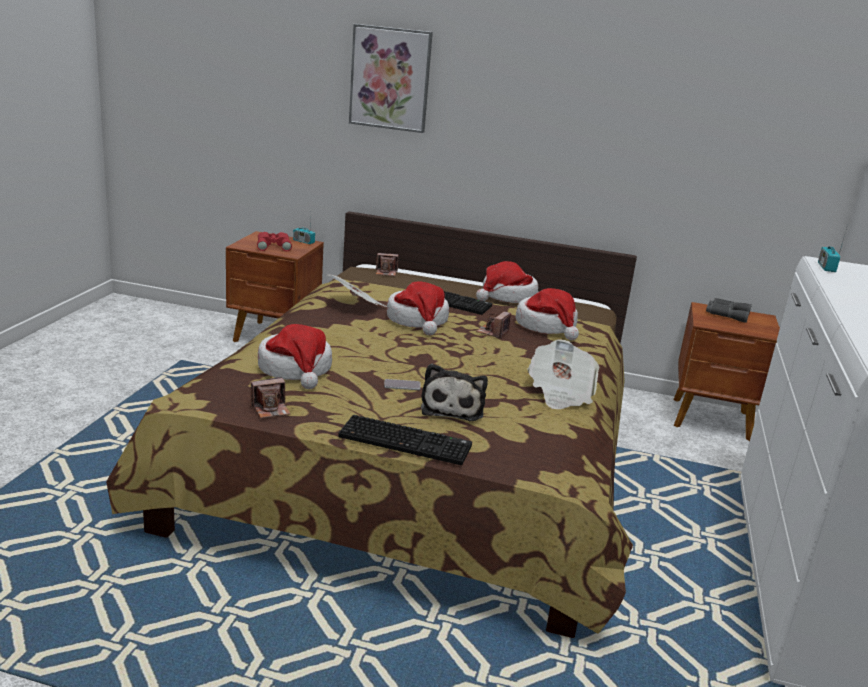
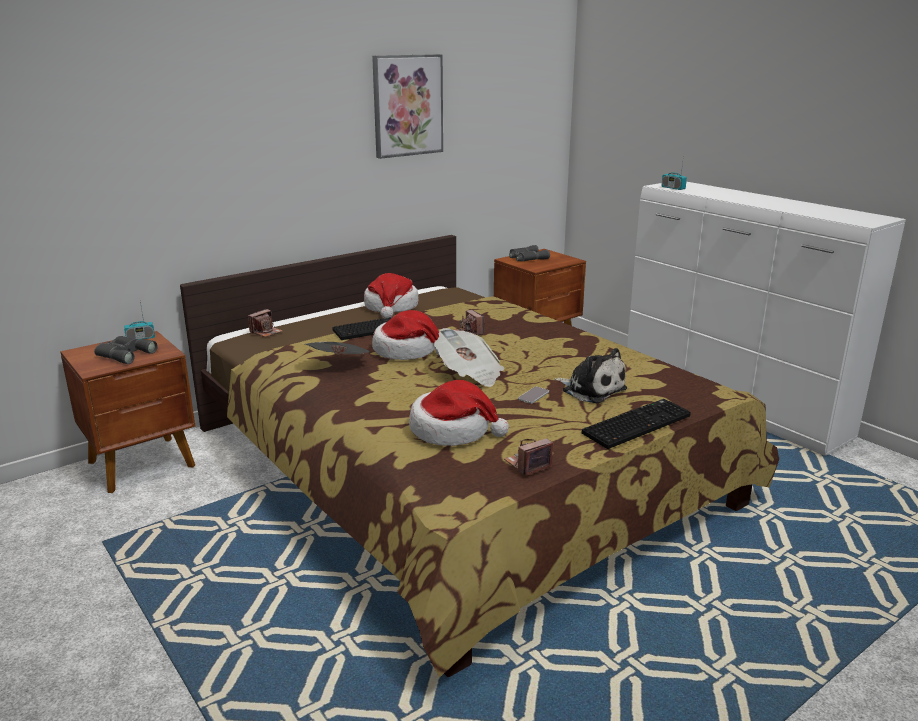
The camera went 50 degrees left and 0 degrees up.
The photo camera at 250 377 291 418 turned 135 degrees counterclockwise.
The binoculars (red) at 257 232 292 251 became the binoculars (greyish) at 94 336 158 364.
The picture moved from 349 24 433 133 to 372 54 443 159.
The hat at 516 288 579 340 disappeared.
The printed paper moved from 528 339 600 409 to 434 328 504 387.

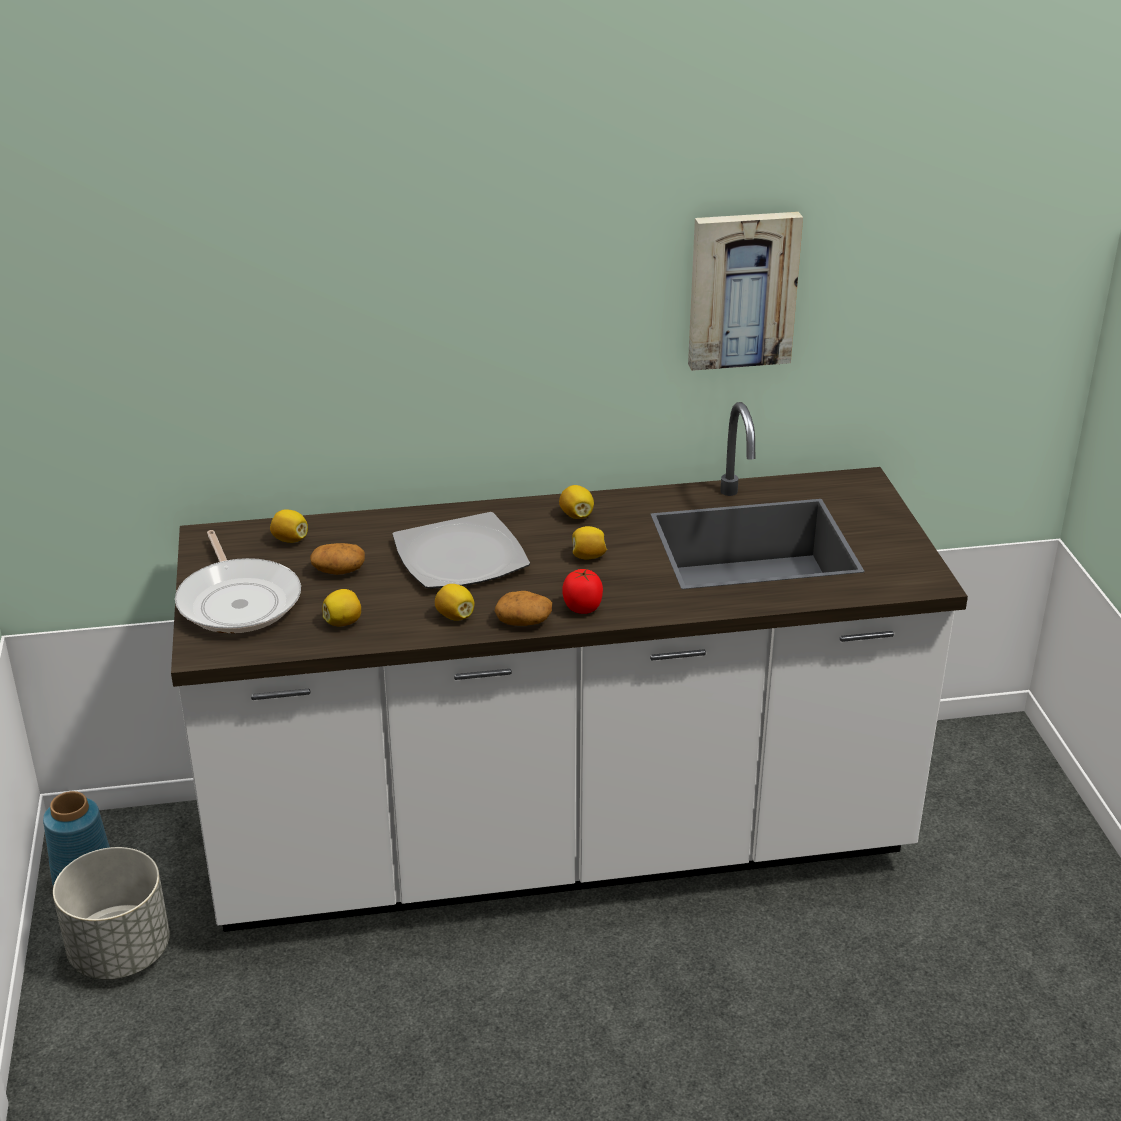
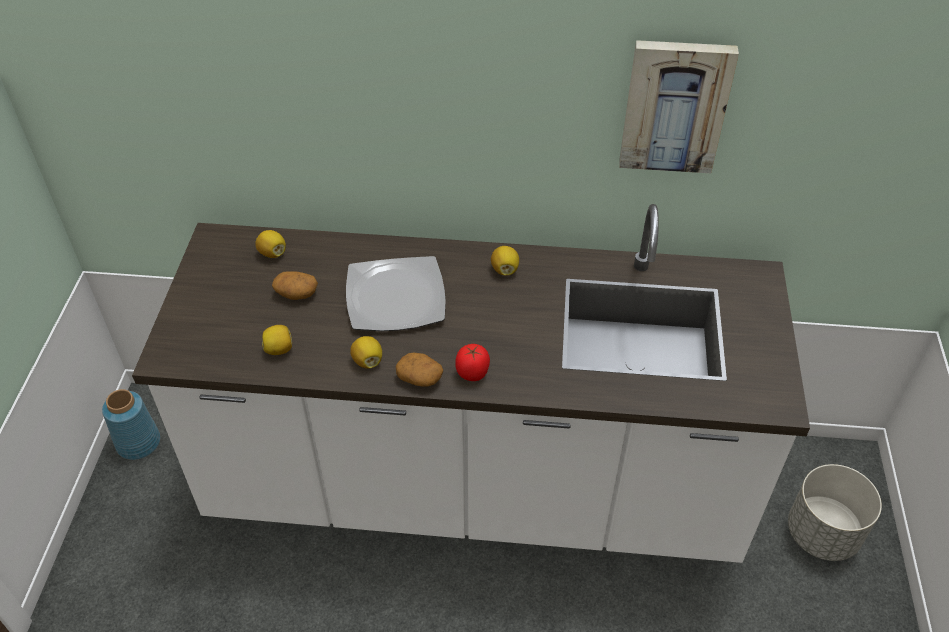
The camera went 15 degrees right and 15 degrees up.
The plant pot (greyish) moved from 53 847 170 979 to 788 464 882 561.
The frying pan at 175 530 301 633 disappeared.
The whole lemon at 572 526 607 560 disappeared.

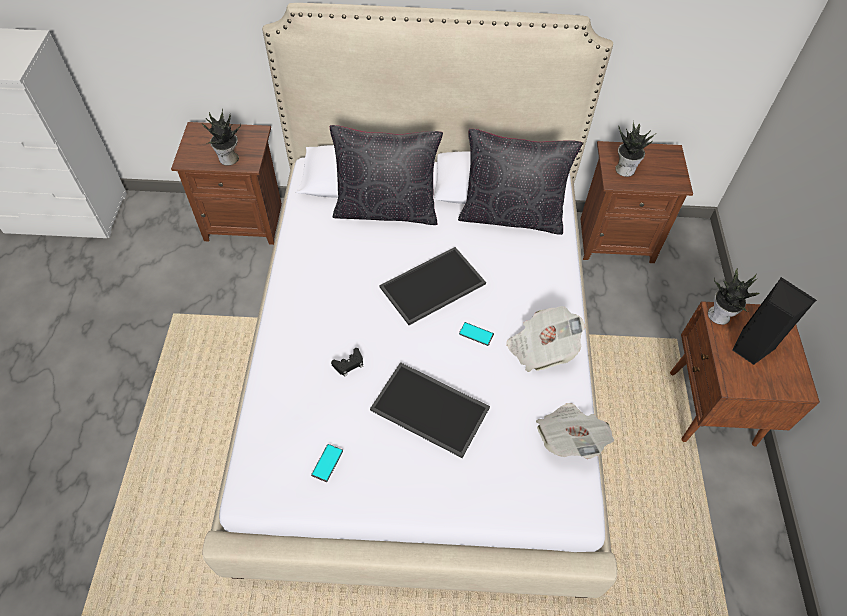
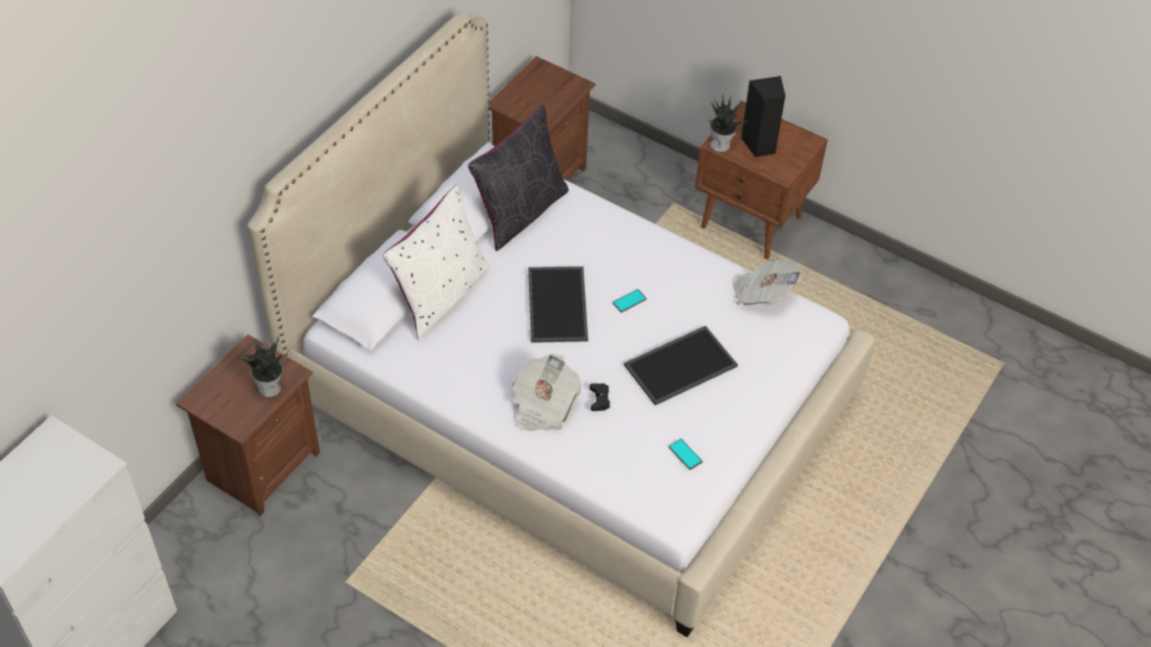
The camera went 60 degrees left and 5 degrees down.
The throw pillow (black-coloured) at 330 125 443 225 became the throw pillow (white) at 383 184 490 340.
The printed paper moved from 506 306 586 372 to 513 354 581 431.
The potted plant at 615 122 657 177 disappeared.

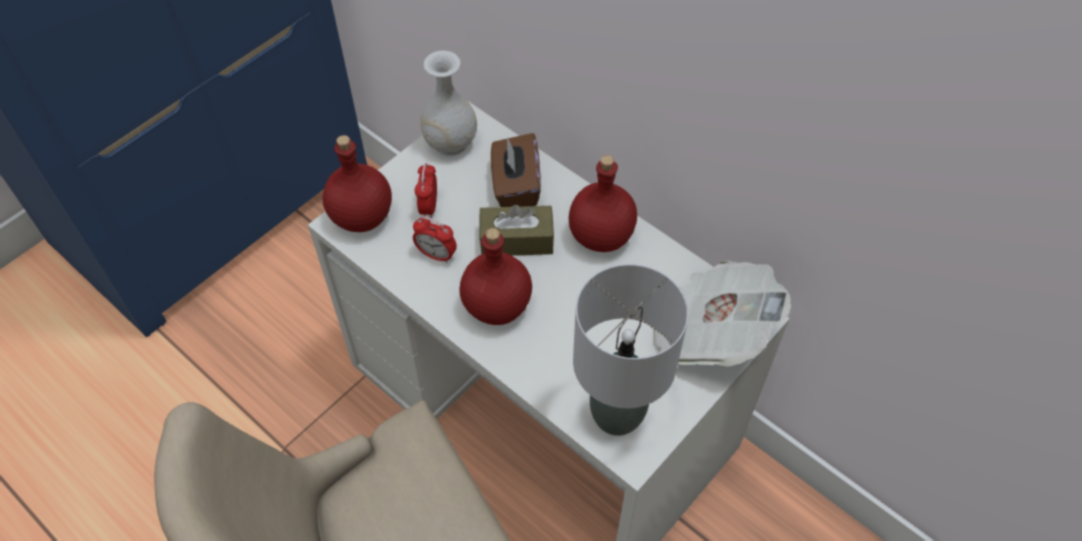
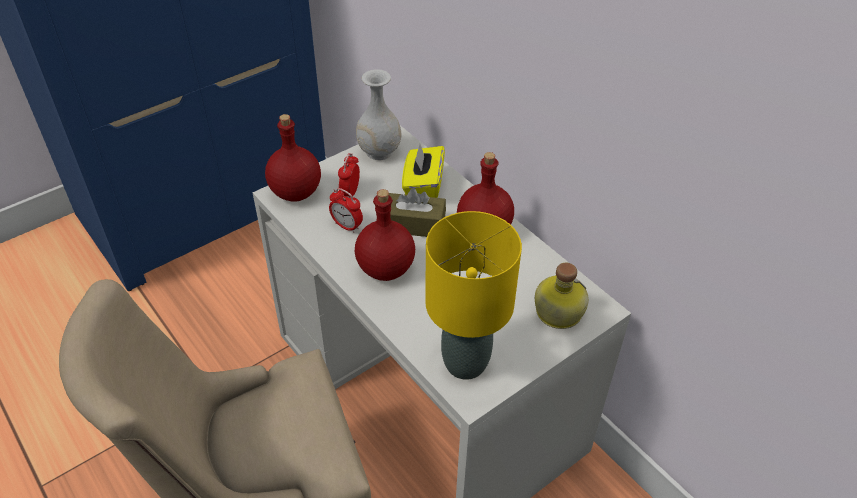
The camera went 10 degrees right and 10 degrees down.
The box of tissues (brown) at 491 133 541 207 became the box of tissues (yellow) at 402 144 445 198.
The table lamp (greyish) at 573 264 688 436 became the table lamp (yellow) at 425 211 522 380.
The printed paper at 653 261 791 367 was replaced by the beverage bottle at 535 262 589 329.

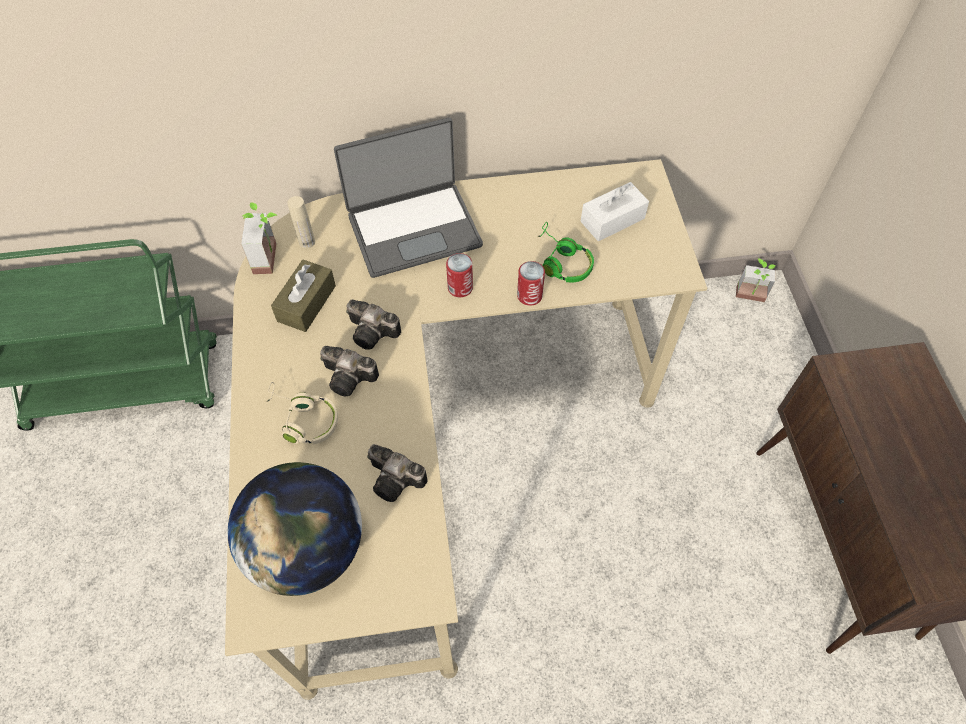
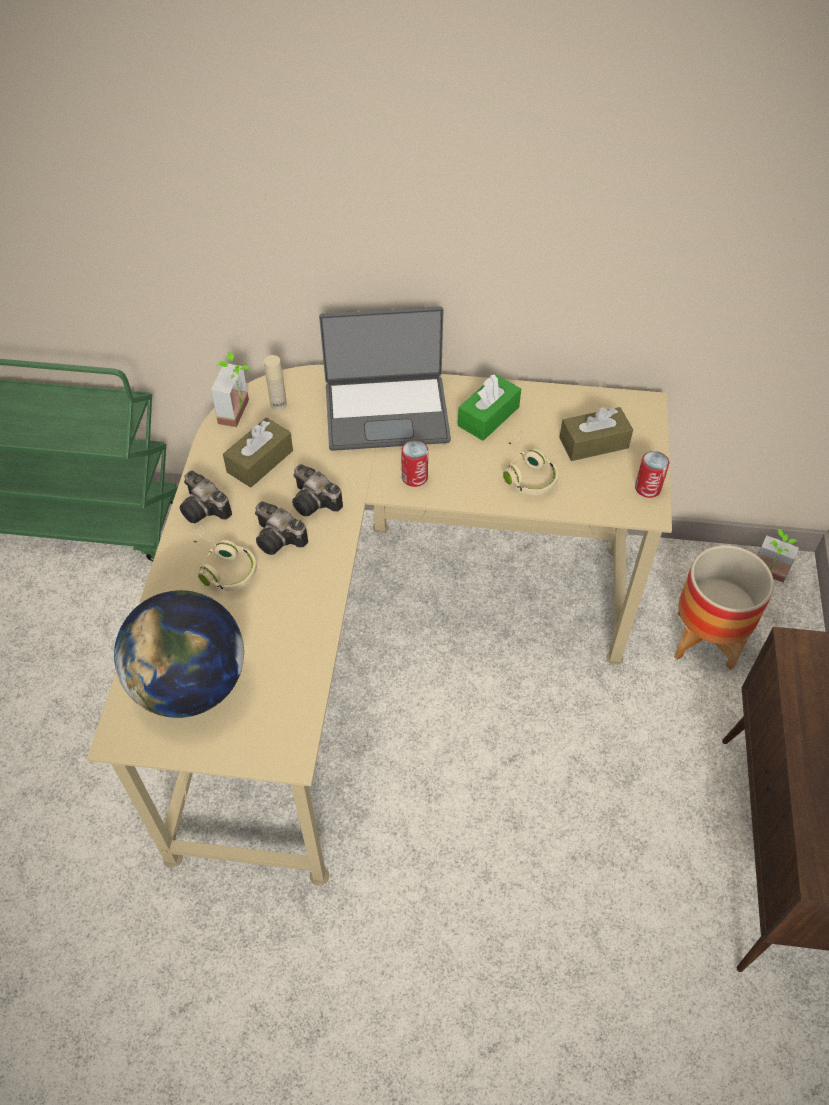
The camera went 15 degrees right and 5 degrees down.
The photo camera moved from 367 444 428 502 to 180 471 232 523.
The metal can moved from 517 261 545 306 to 635 451 669 498.
The pair of headphones (green) at 538 222 594 282 became the pair of headphones (beige-coloured) at 503 430 558 495.
The box of tissues (white) at 580 182 649 241 became the box of tissues (brown) at 559 407 633 461.
The box of tissues (green) at 458 374 521 441 appeared.
The plant pot at 674 545 774 670 appeared.

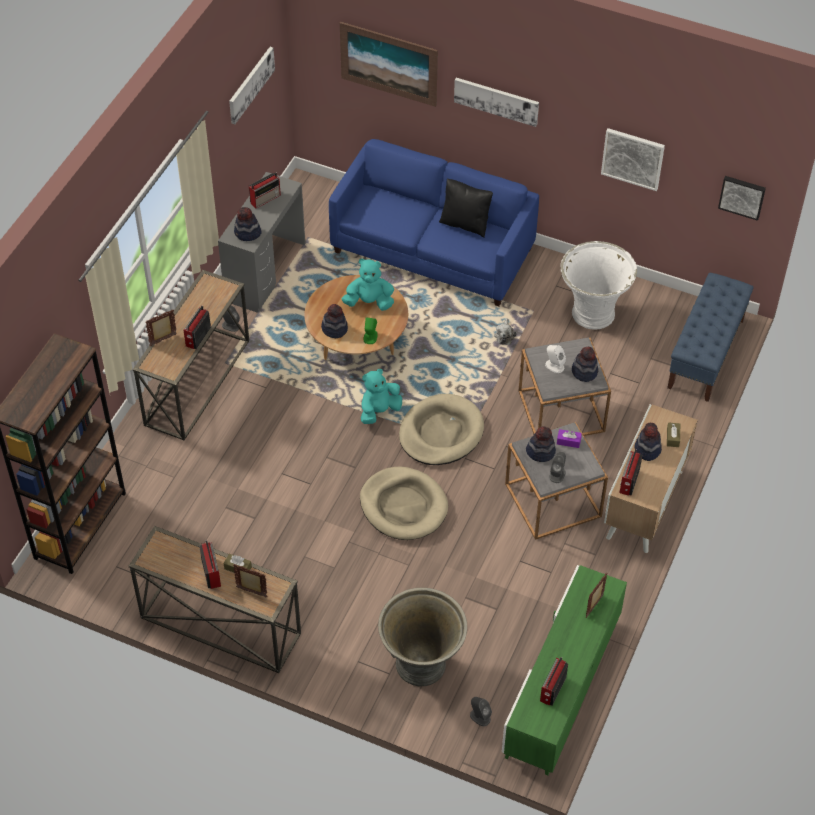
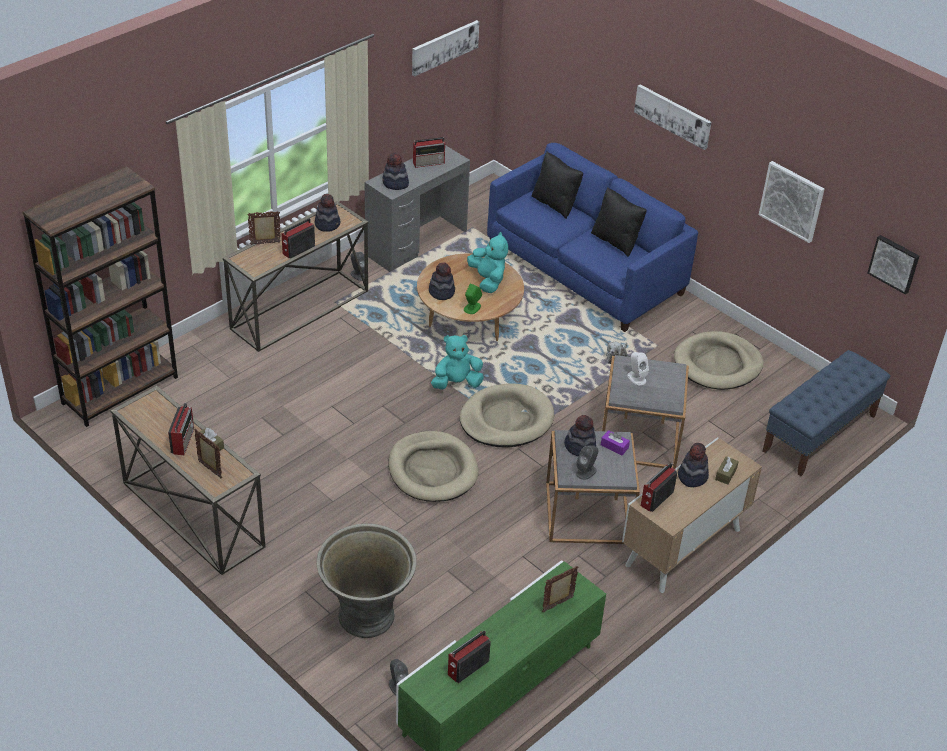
The camera went 20 degrees right and 10 degrees down.
The picture at 340 22 438 107 disappeared.
The plush toy (turquoise) at 342 258 394 311 turned 45 degrees clockwise.
The plant pot (white) at 561 241 637 330 was replaced by the pet bed (beige-coloured) at 674 331 764 390.
The hat moved from 572 347 599 382 to 315 194 340 232.
The throw pillow (black-coloured) at 532 152 583 219 appeared.

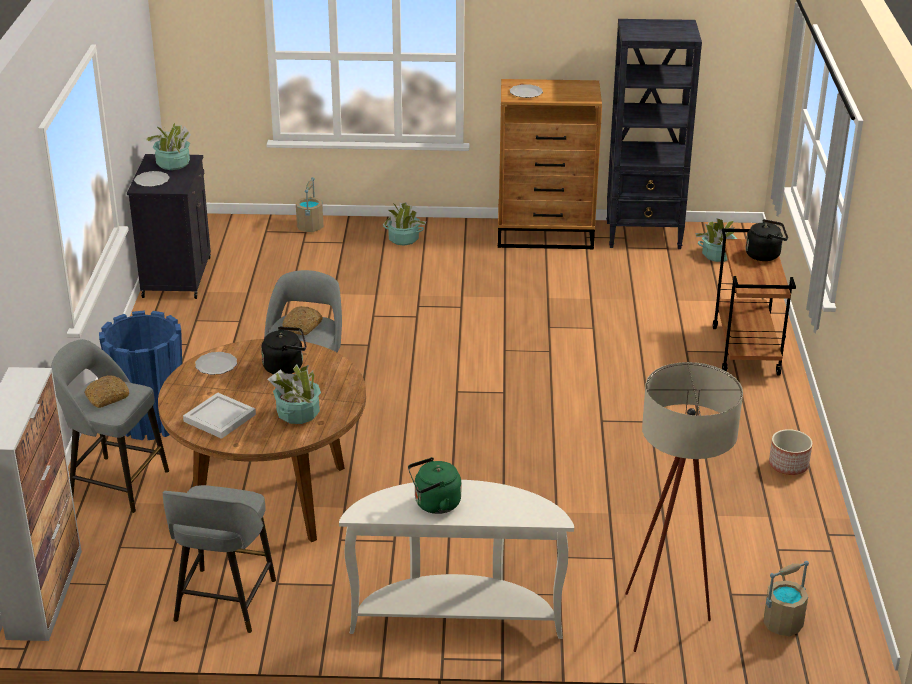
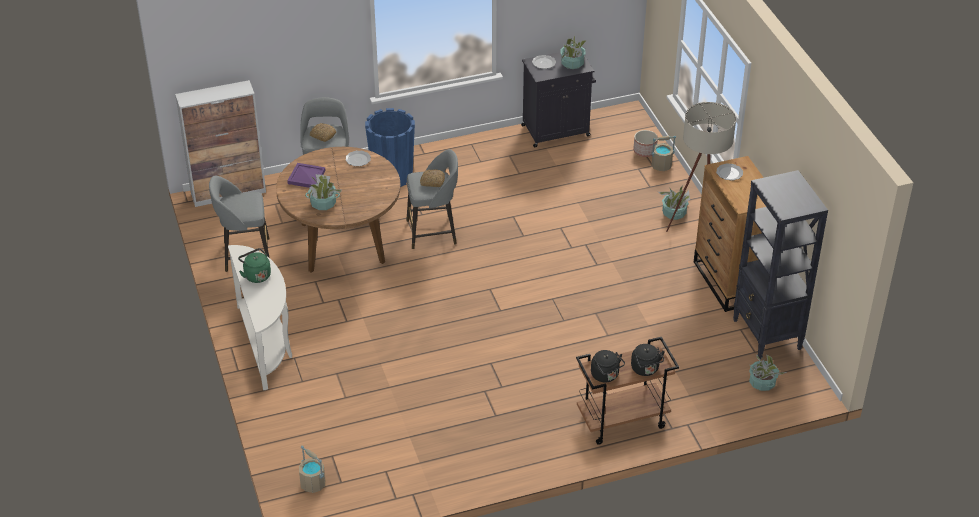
The camera went 70 degrees right and 10 degrees up.
The tray (white) at 183 392 256 439 became the tray (purple-coloured) at 287 163 325 188.
The tea kettle (black-coloured) moved from 261 326 306 374 to 591 350 625 382.
The standing lamp (beige-coloured) moved from 625 362 743 652 to 666 102 736 232.
The plant pot moved from 769 429 812 475 to 633 130 658 157.

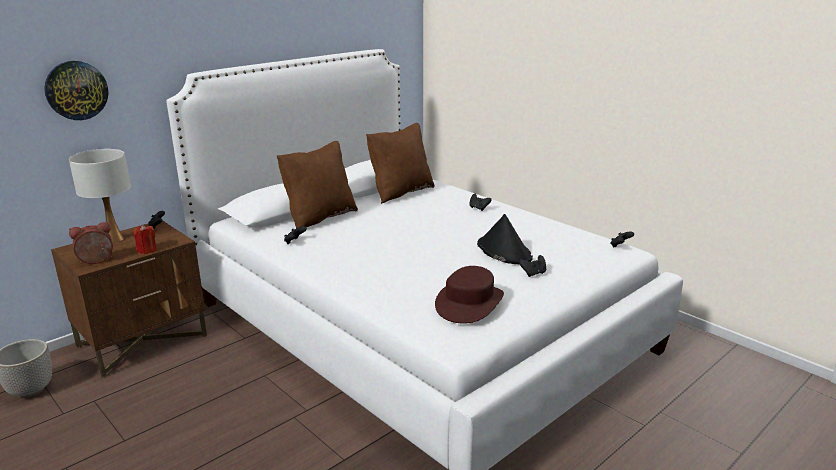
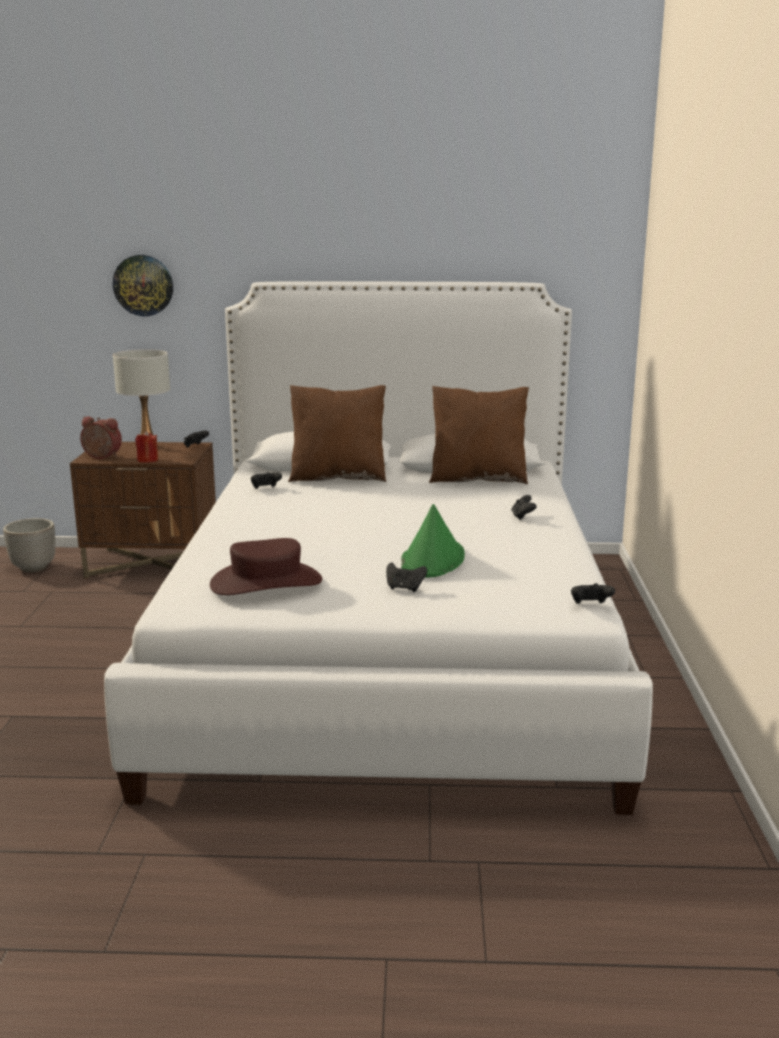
The camera went 45 degrees right and 5 degrees down.
The hat (black-coloured) at 477 214 533 265 became the hat (green) at 401 504 465 578.

